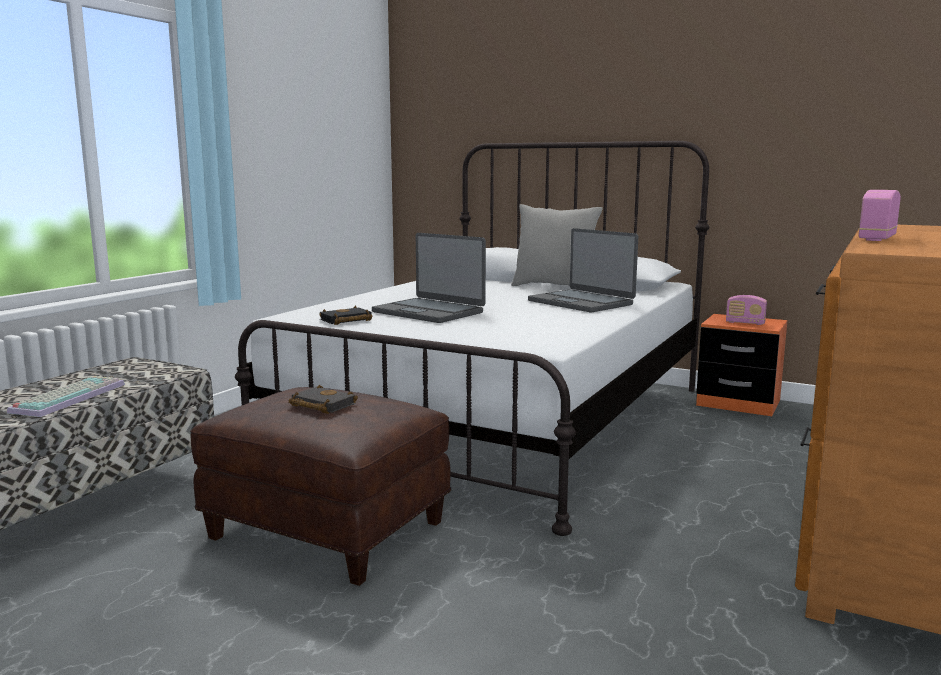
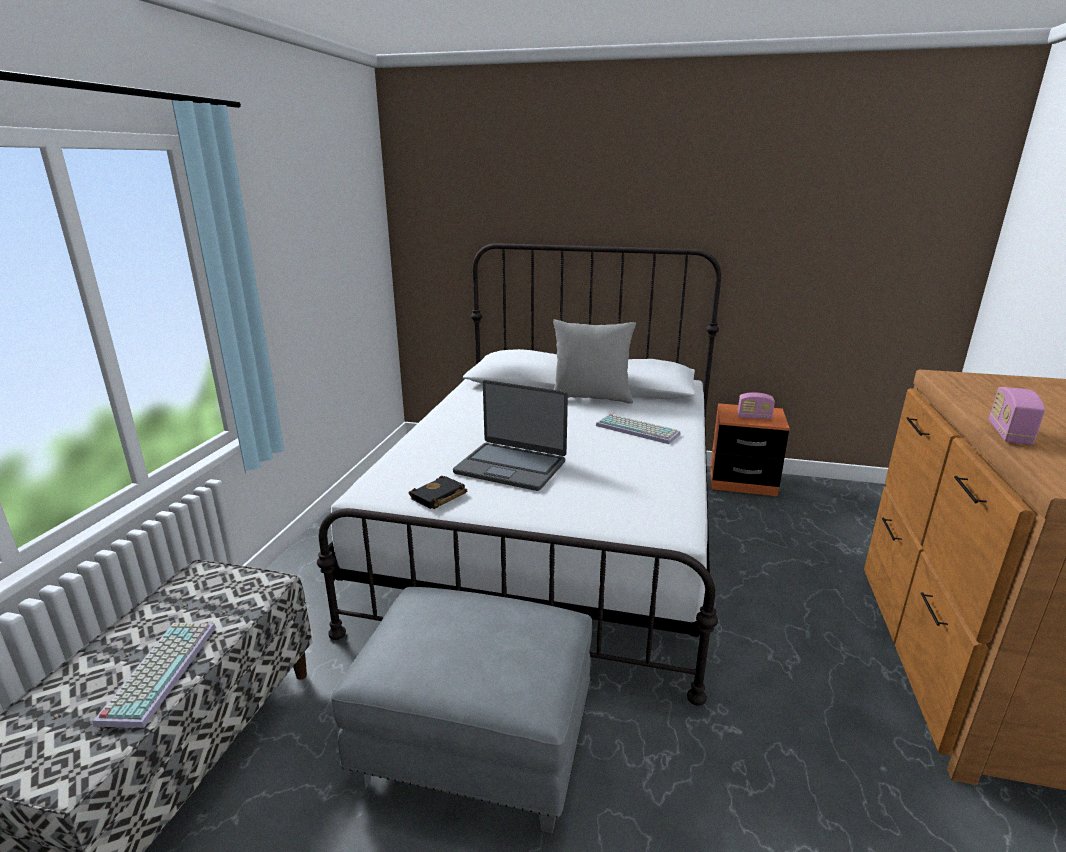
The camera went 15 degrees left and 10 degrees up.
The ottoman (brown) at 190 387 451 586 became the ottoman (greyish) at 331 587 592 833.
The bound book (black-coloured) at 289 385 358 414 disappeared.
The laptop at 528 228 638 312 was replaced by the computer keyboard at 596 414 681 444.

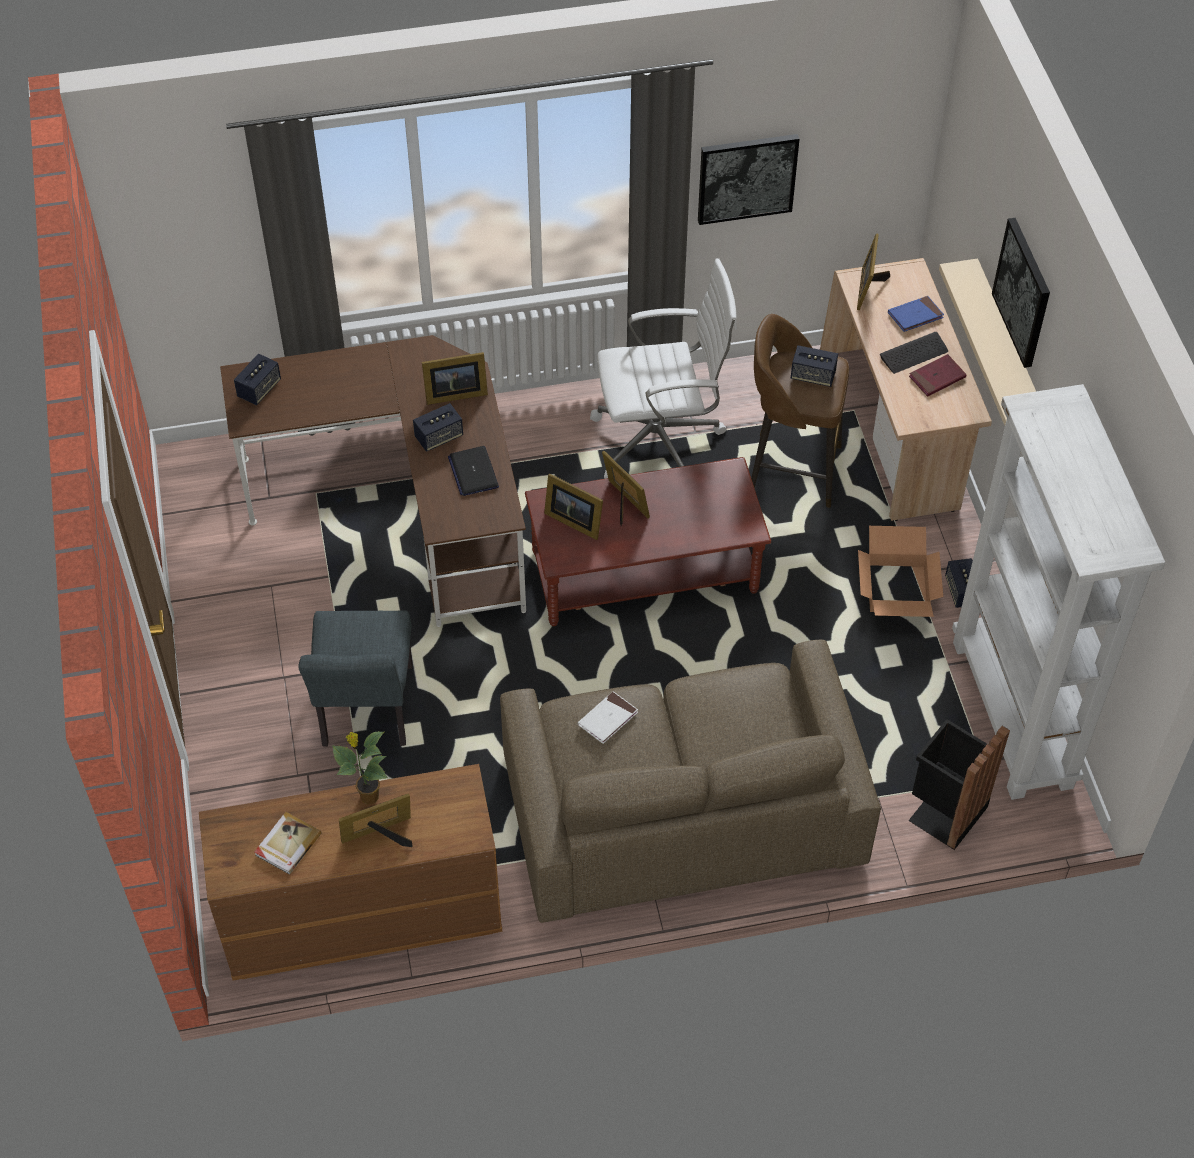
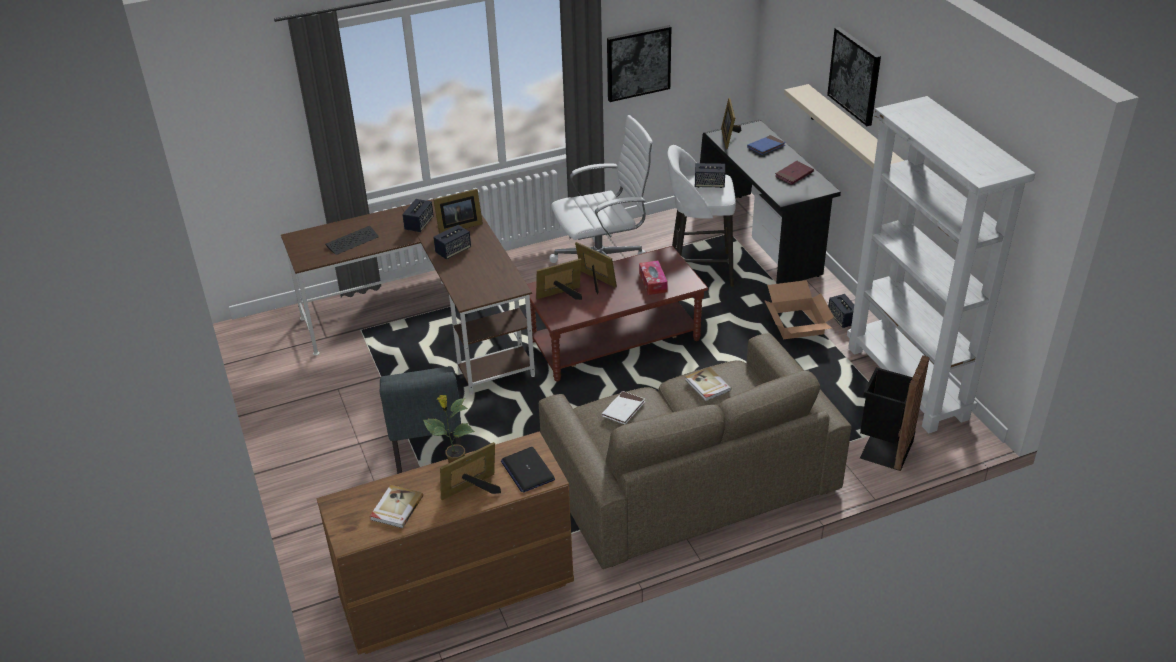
The camera went 10 degrees left and 15 degrees down.
The speaker moved from 234 354 281 405 to 402 199 434 232.
The laptop moved from 448 446 499 496 to 501 447 555 492.
The standing frame at 544 473 603 540 turned 135 degrees clockwise.
The stool (brown) at 751 314 849 508 became the stool (white) at 667 145 736 286.
The desk (beige-coloured) at 820 258 992 521 became the desk (black-coloured) at 700 120 841 284.
The computer keyboard moved from 880 332 948 374 to 326 226 379 255.
The box of tissues at 639 261 668 295 appeared.
The bound book at 685 367 732 401 appeared.

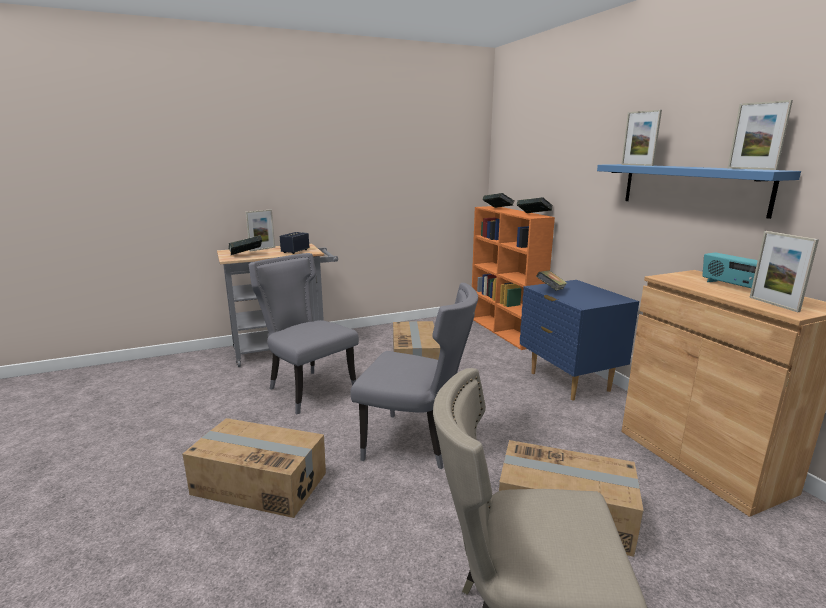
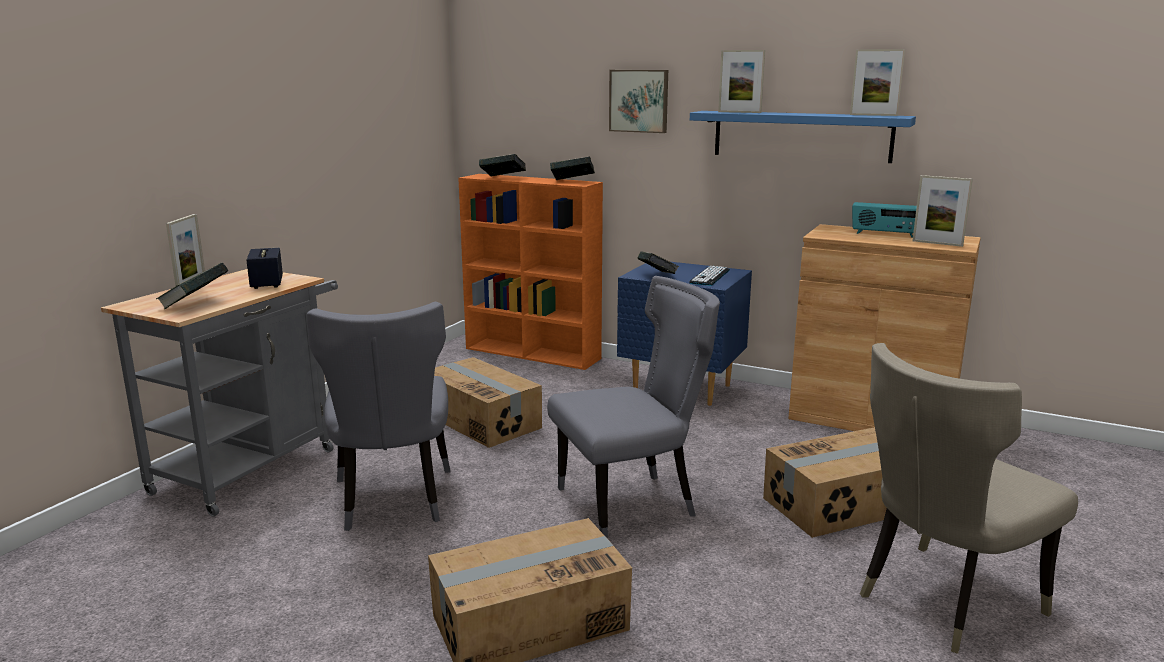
The camera went 40 degrees left and 0 degrees up.
The plain chair (greyish) at 249 253 359 414 turned 105 degrees counterclockwise.
The picture at 609 70 668 133 appeared.
The computer keyboard at 689 266 730 286 appeared.

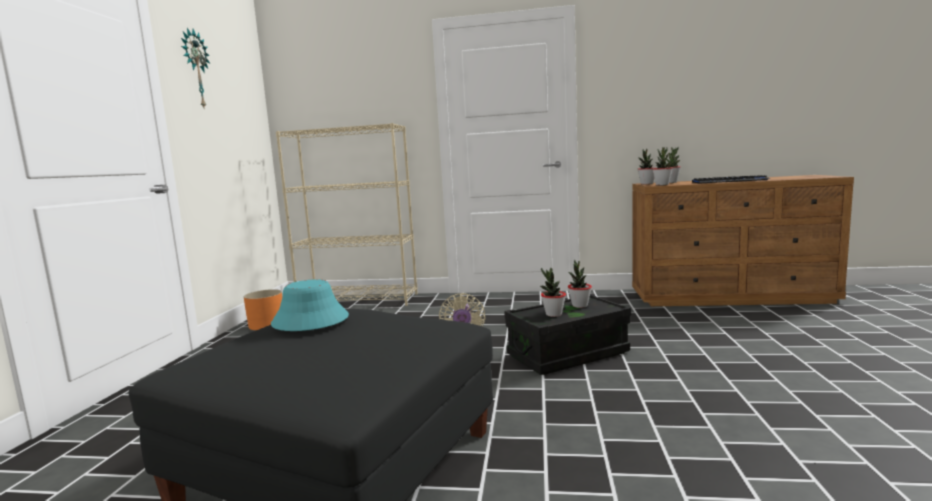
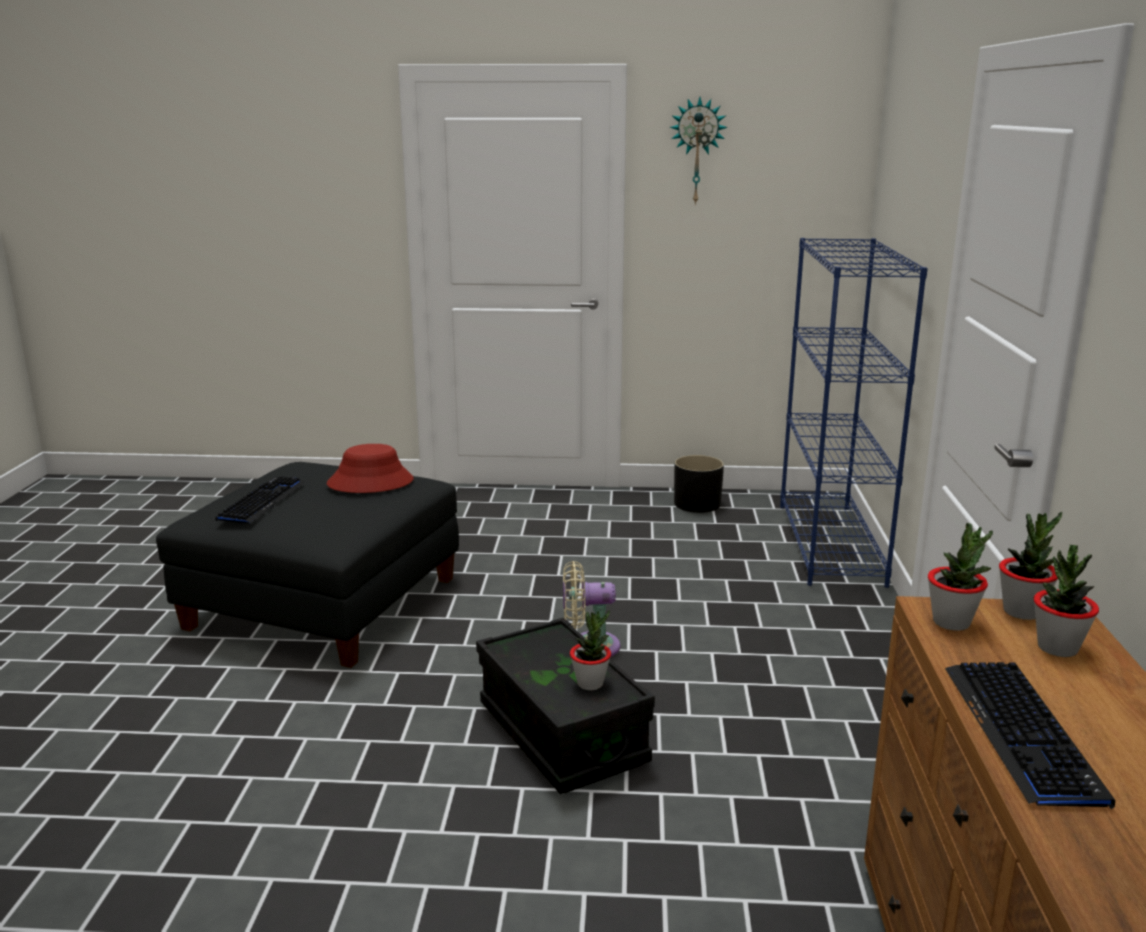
The camera went 85 degrees right and 10 degrees up.
The plant pot (orange-coloured) at 244 289 282 330 became the plant pot (black-coloured) at 674 455 724 513.
The hat (turquoise) at 271 279 349 331 became the hat (red) at 327 444 414 493.
The shelving unit (beige-coloured) at 276 123 418 306 became the shelving unit (blue) at 780 238 928 588.
The potted plant at 540 268 566 317 disappeared.
The computer keyboard at 215 476 305 523 appeared.

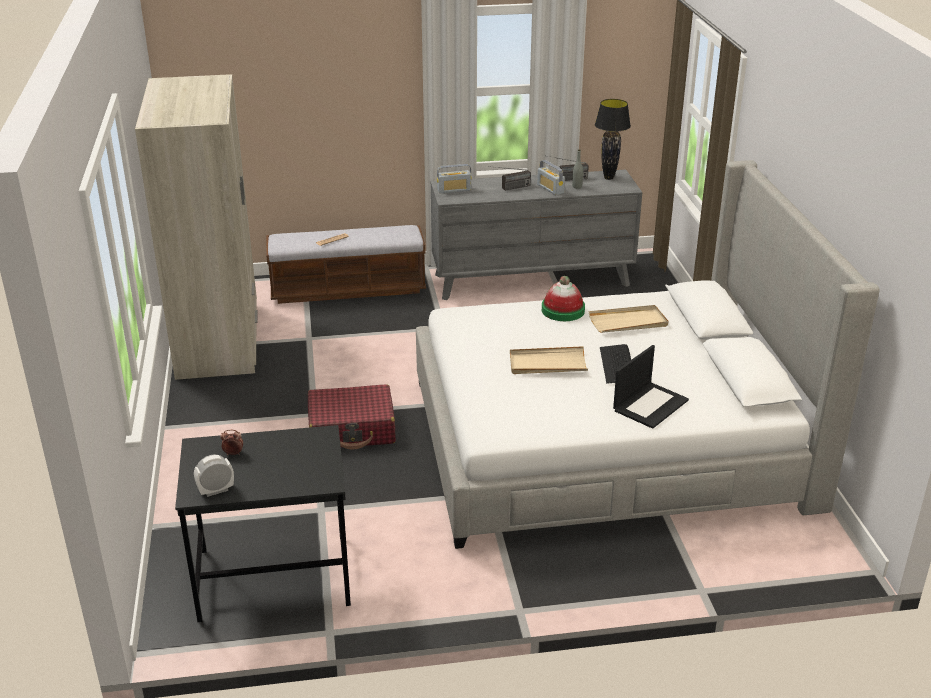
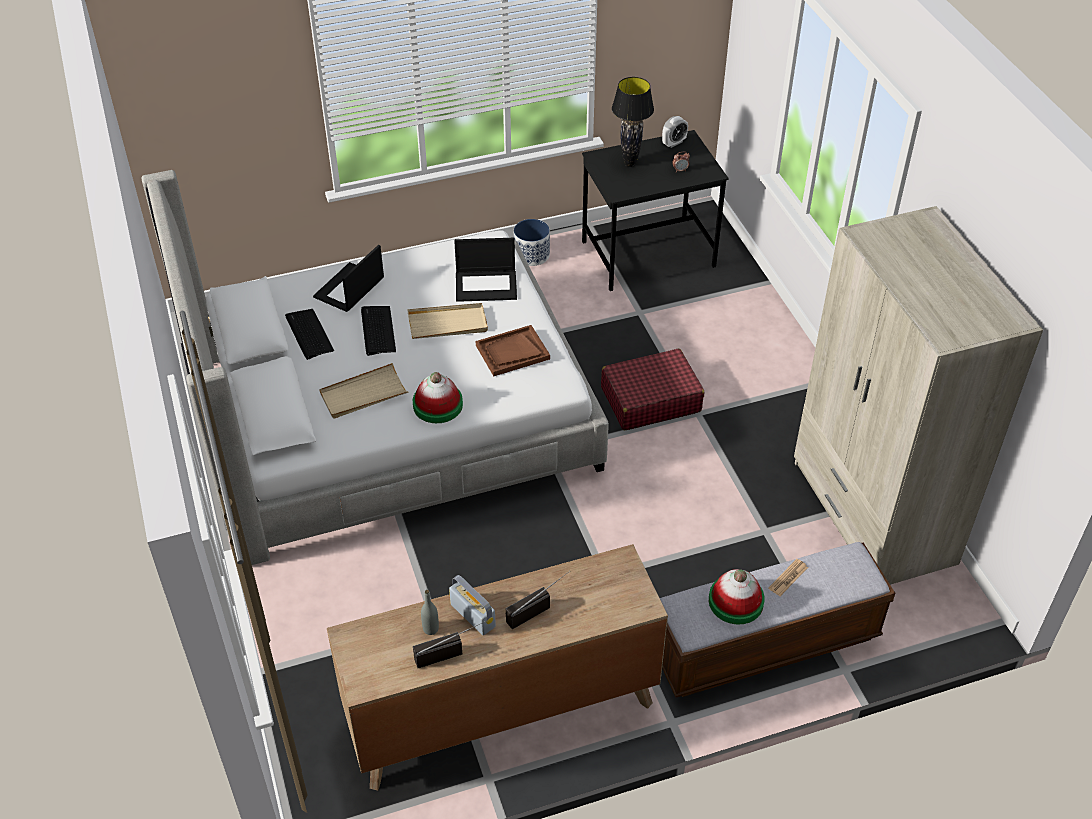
The camera went 170 degrees right and 15 degrees up.
The drawer chest (greyish) at 431 170 642 300 became the drawer chest (brown) at 327 544 668 790.
The radio receiver at 437 164 472 193 disappeared.
The table lamp (black-coloured) moved from 595 99 631 180 to 612 77 654 167.
The computer keyboard at 285 309 334 360 appeared.
The laptop at 454 238 517 302 appeared.
The tray (brown) at 476 325 550 376 appeared.
The plant pot at 514 219 550 266 appeared.
The hat at 709 569 765 625 appeared.

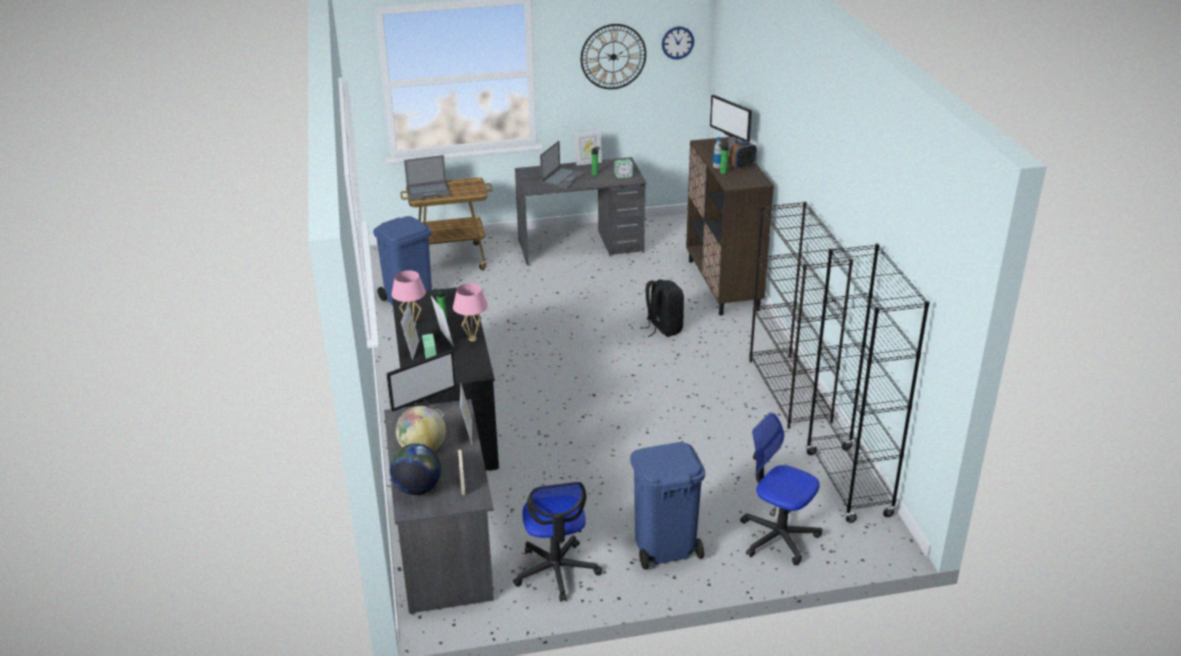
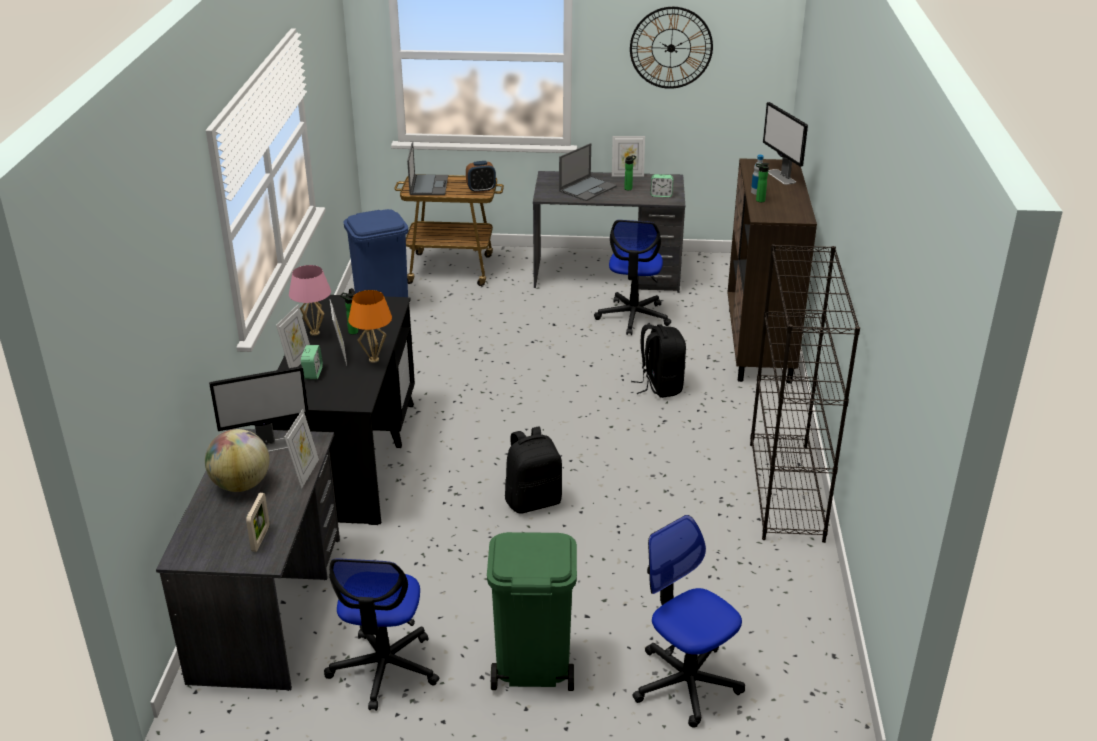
The camera went 15 degrees right and 0 degrees up.
The world globe at 390 444 441 495 disappeared.
The laptop at 404 155 451 200 turned 90 degrees counterclockwise.
The table lamp (pinkish) at 453 283 488 341 became the table lamp (orange-coloured) at 348 290 392 363.
The rubbish bin (blue) at 630 442 705 569 became the rubbish bin (green) at 487 532 577 691.
The clock on the wall at 662 26 694 60 disappeared.
The bedside clock moved from 729 141 757 171 to 466 161 496 193.
The shelving unit (black-coloured) at 806 243 930 523 disappeared.
The backpack (black-coloured) at 505 427 562 514 appeared.
The computer chair at 594 220 671 335 appeared.

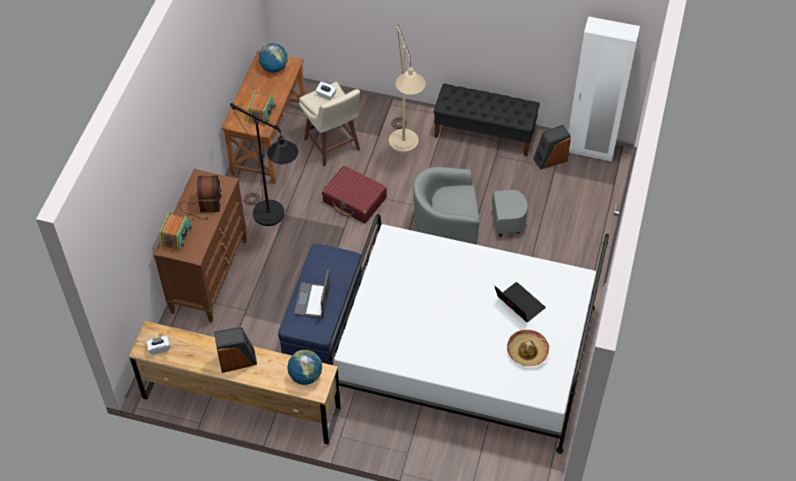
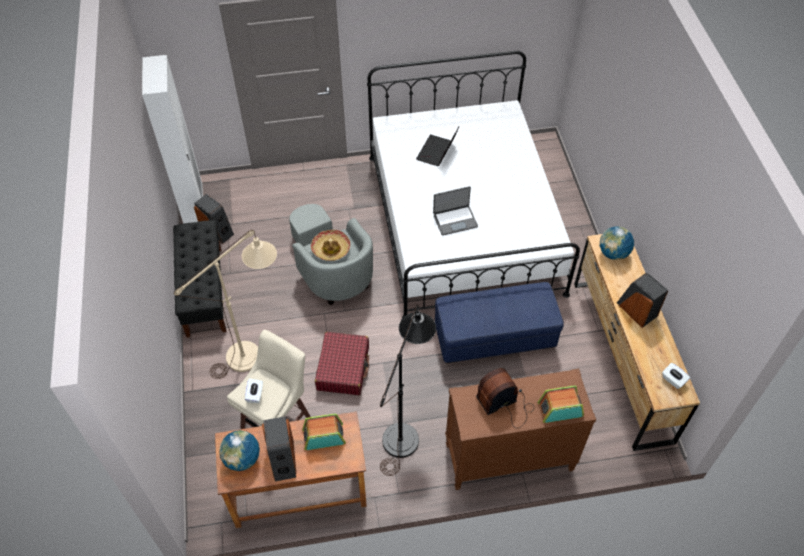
The camera went 115 degrees left and 0 degrees up.
The laptop moved from 294 270 330 318 to 433 186 478 236.
The hat moved from 507 330 549 366 to 311 230 350 261.
The speaker at 262 416 296 481 appeared.

